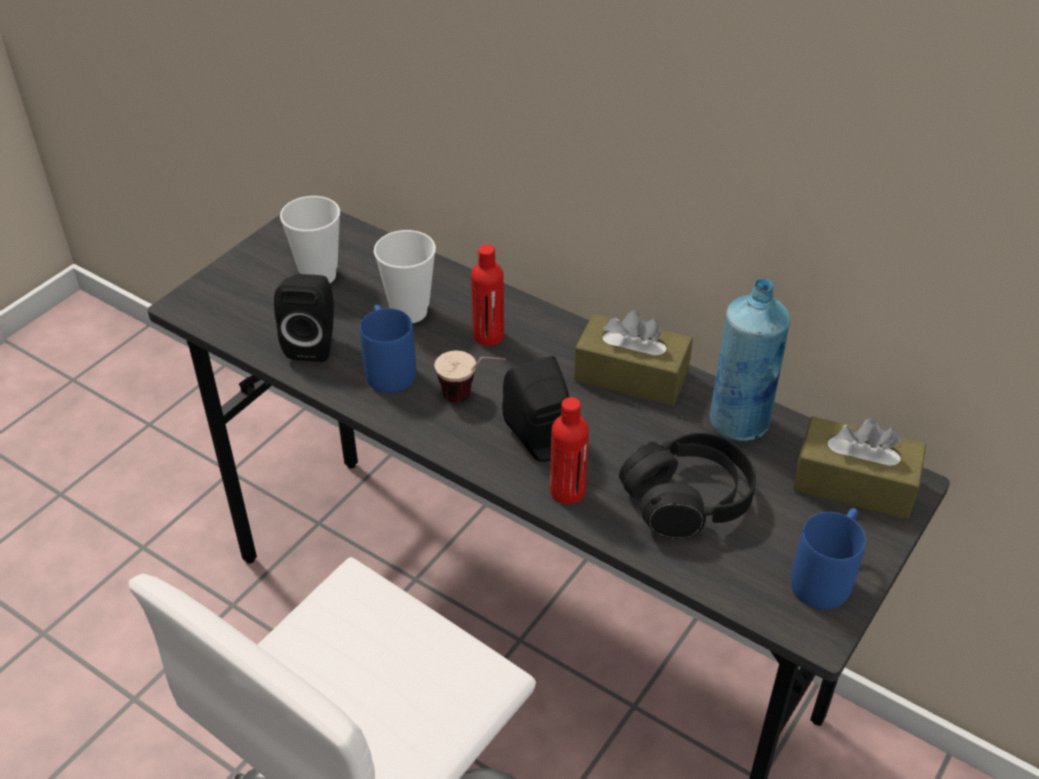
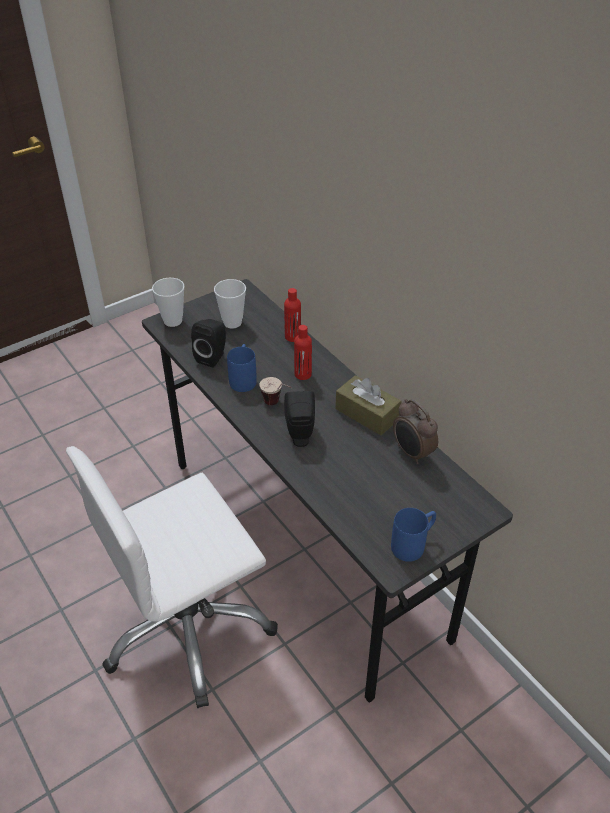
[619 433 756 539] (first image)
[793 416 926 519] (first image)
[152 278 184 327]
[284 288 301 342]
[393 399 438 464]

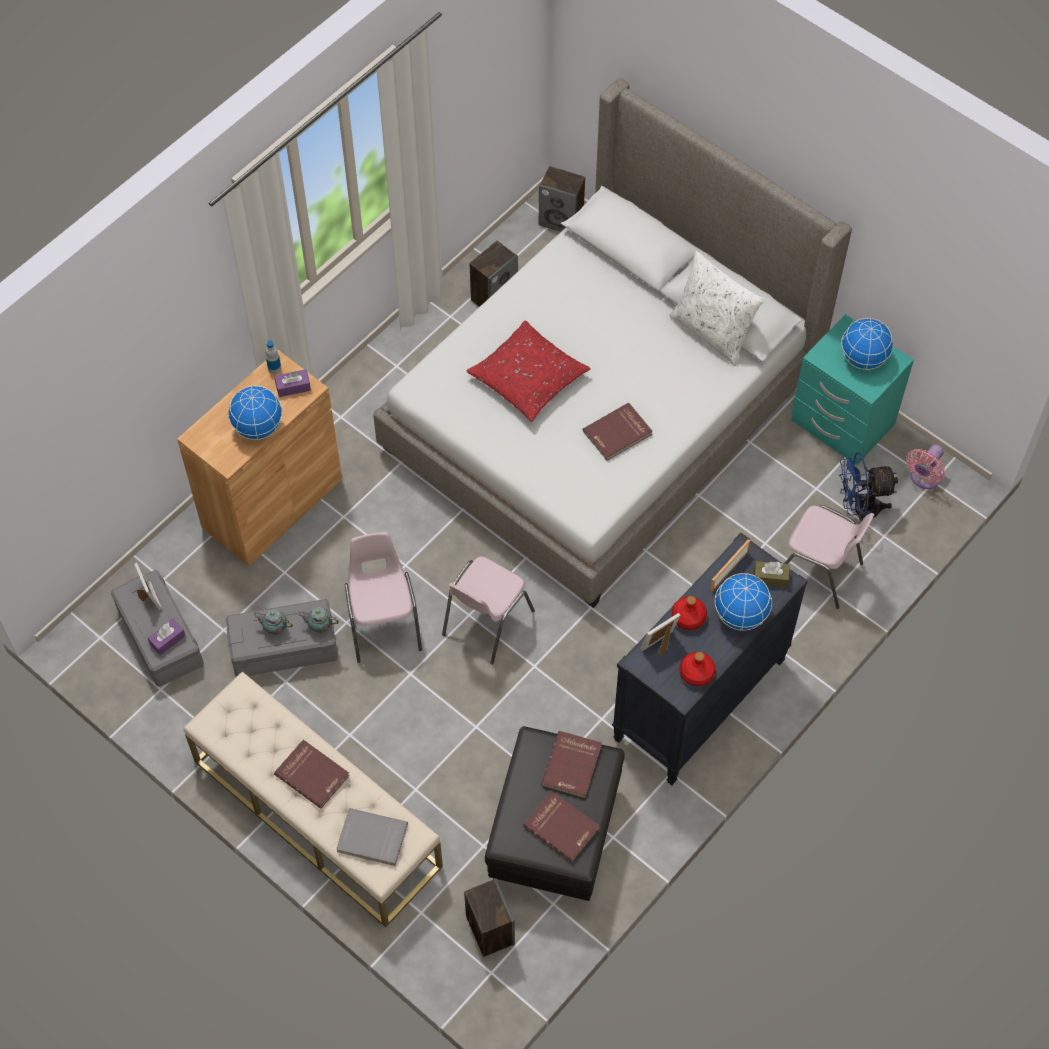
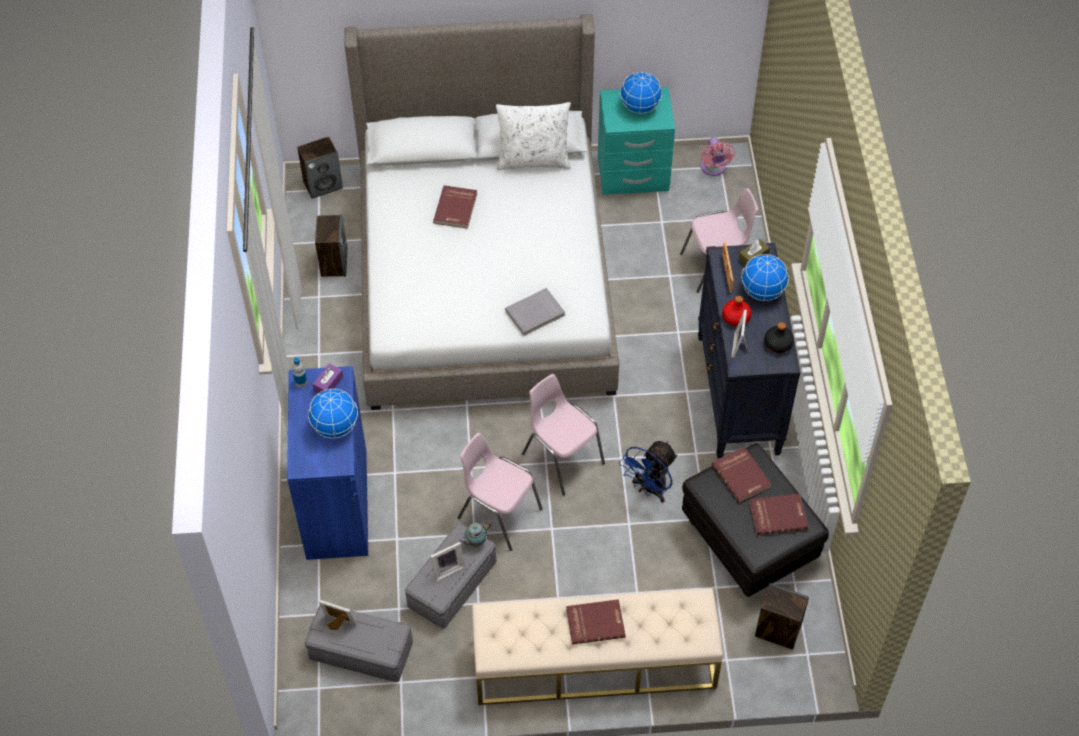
[148 619 185 655] (first image)
[467 321 590 422] (first image)
[505 288 565 336]
[433 185 477 229]
[619 441 677 503]
[430 542 465 581]
[287 366 368 560]
[764 322 794 353]
[522 374 605 496]

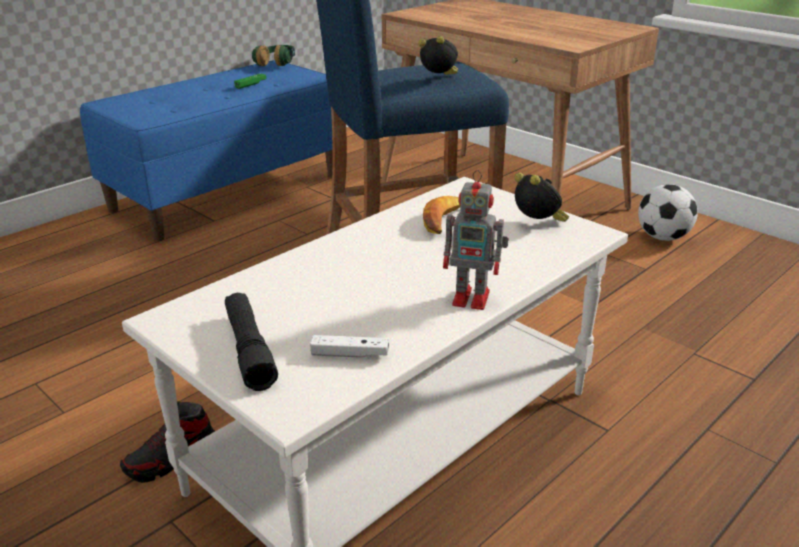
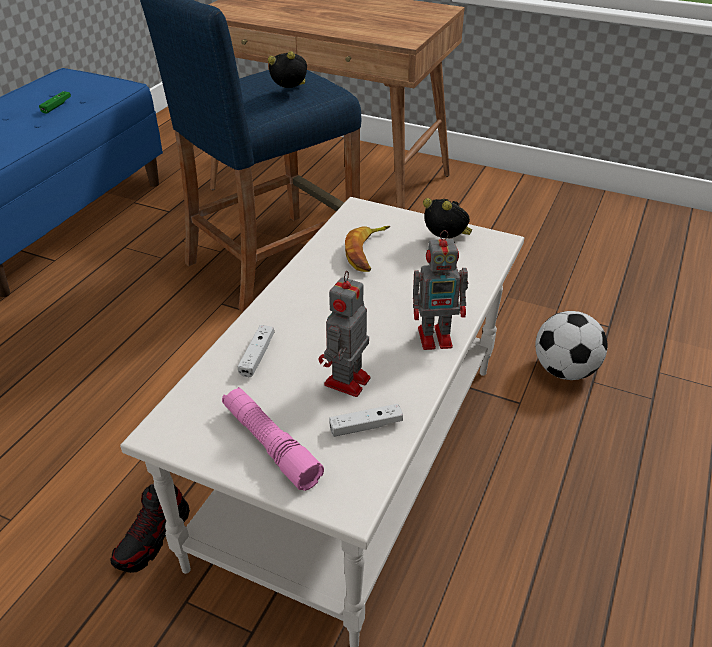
[252 45 295 66] (first image)
[238 325 274 377]
[319 271 370 397]
[535 311 607 380]
[222 387 324 491]

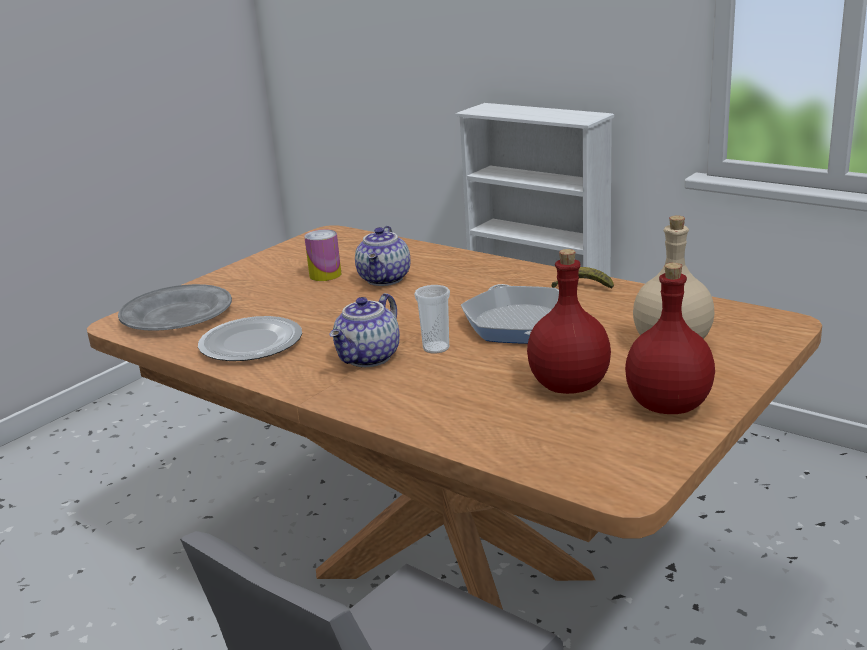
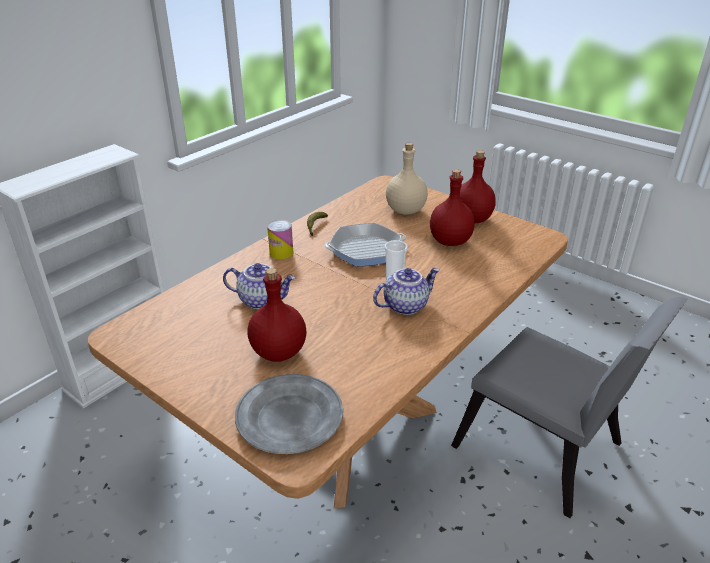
[198 316 302 361] (first image)
[248 268 306 362]
[267 220 293 259]
[373 268 440 315]

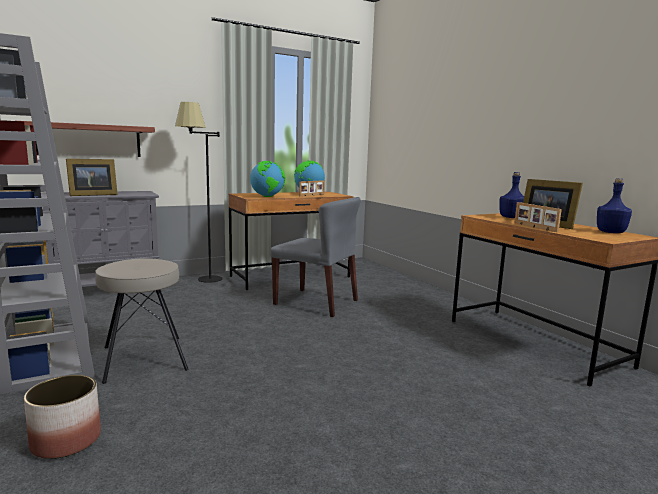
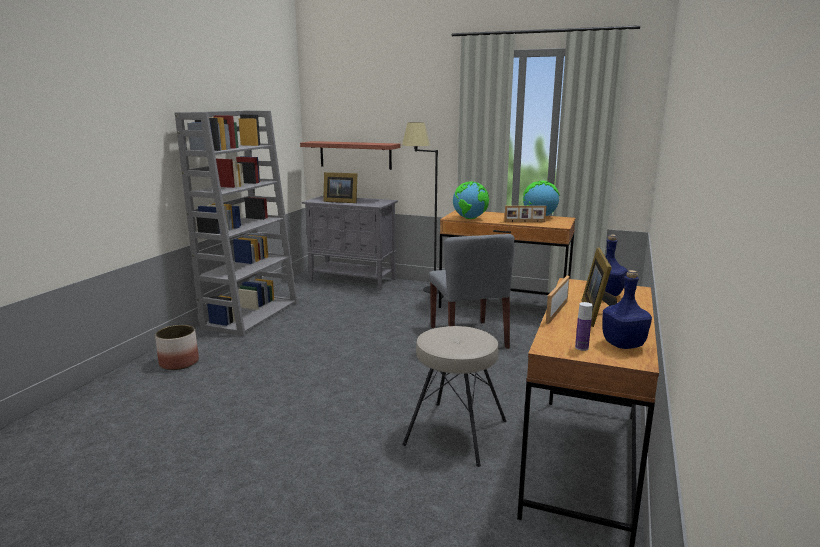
[575 302 593 351]
[402 326 507 467]

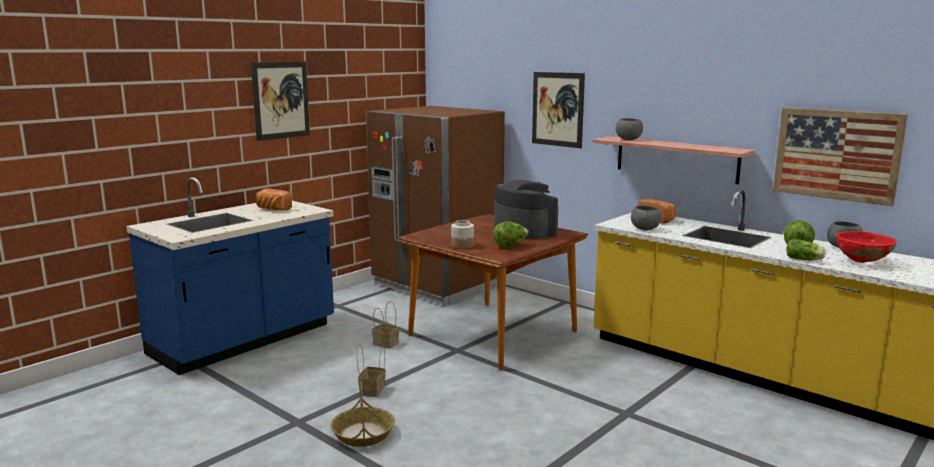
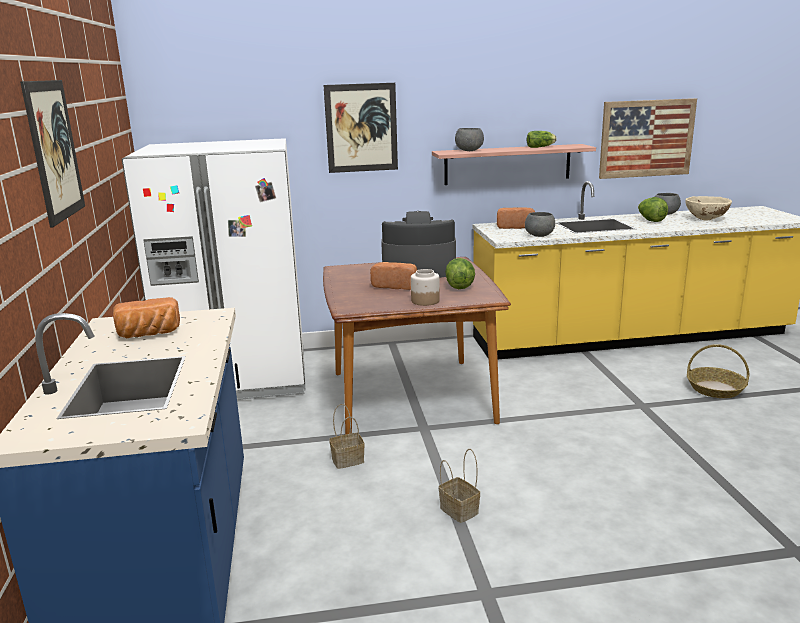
[370 262 417 290]
[687 344 749 398]
[527 131 557 148]
[122 138 305 400]
[685 196 732 221]

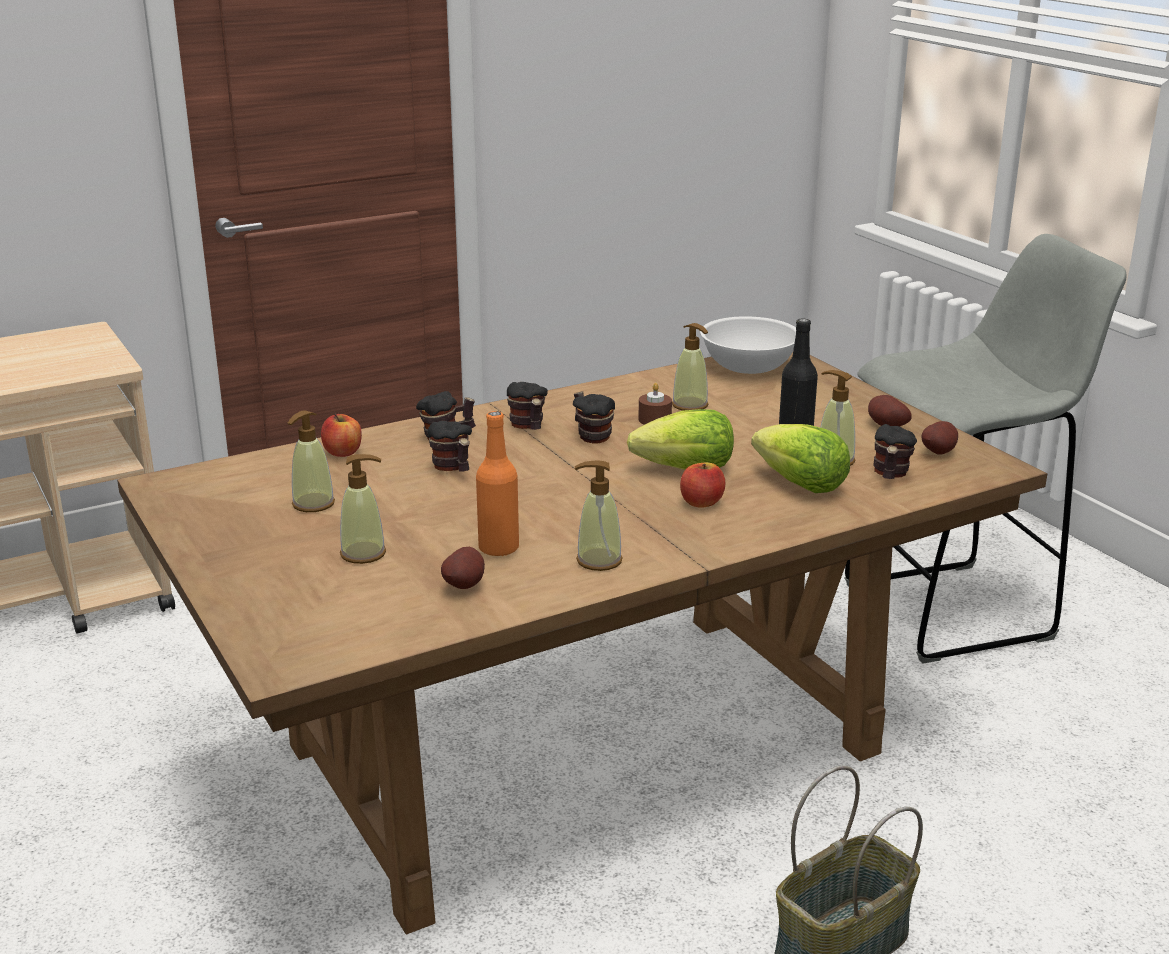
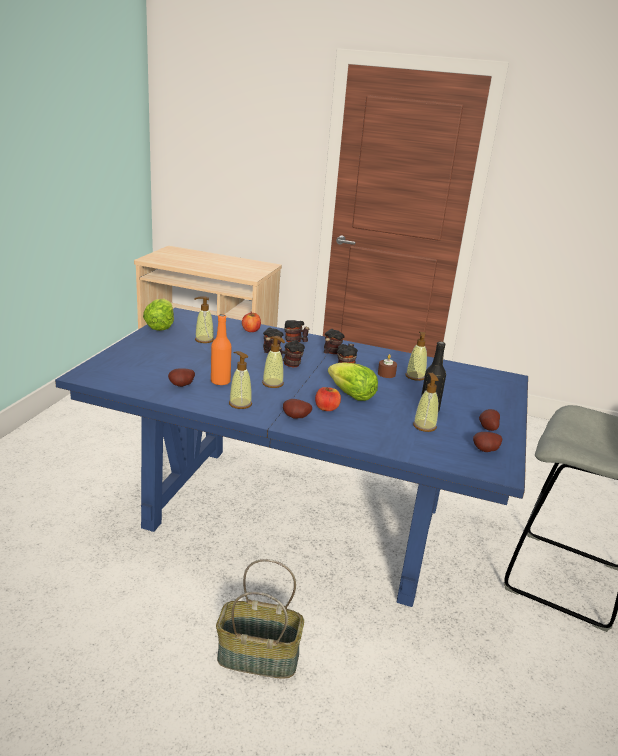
[700 316 796 374] (first image)
[283 399 312 419]
[262 336 285 388]
[143 298 174 331]
[279 340 305 367]
[55 308 528 607]

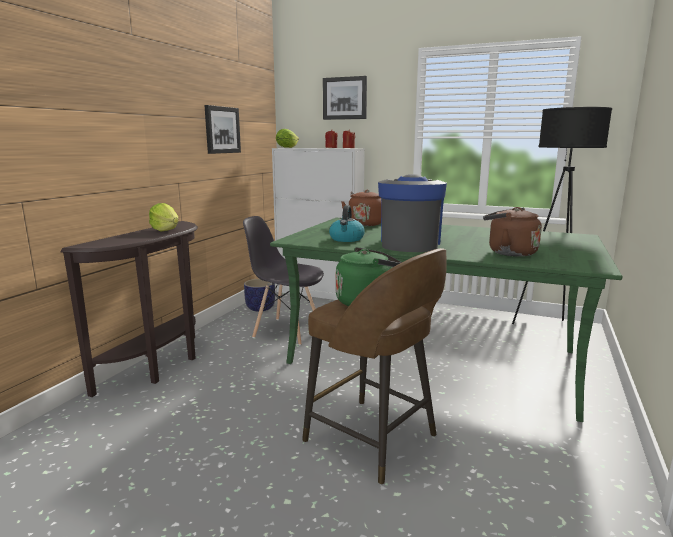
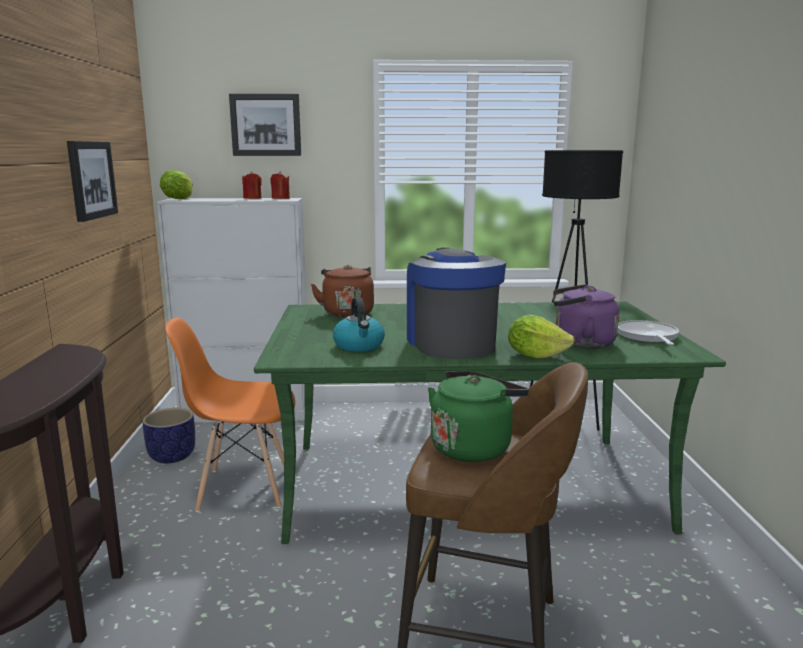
[618 320 679 345]
[508 315 575 359]
[165 317 295 512]
[553 284 619 349]

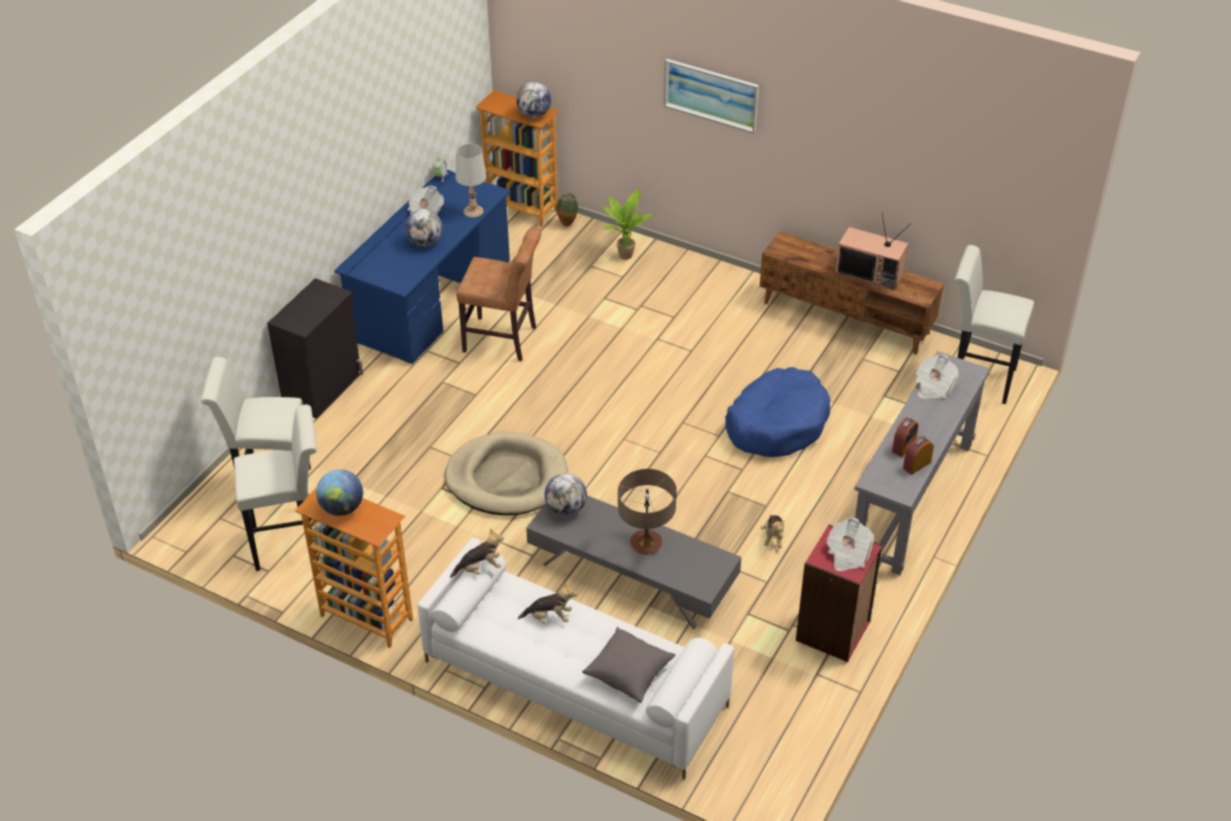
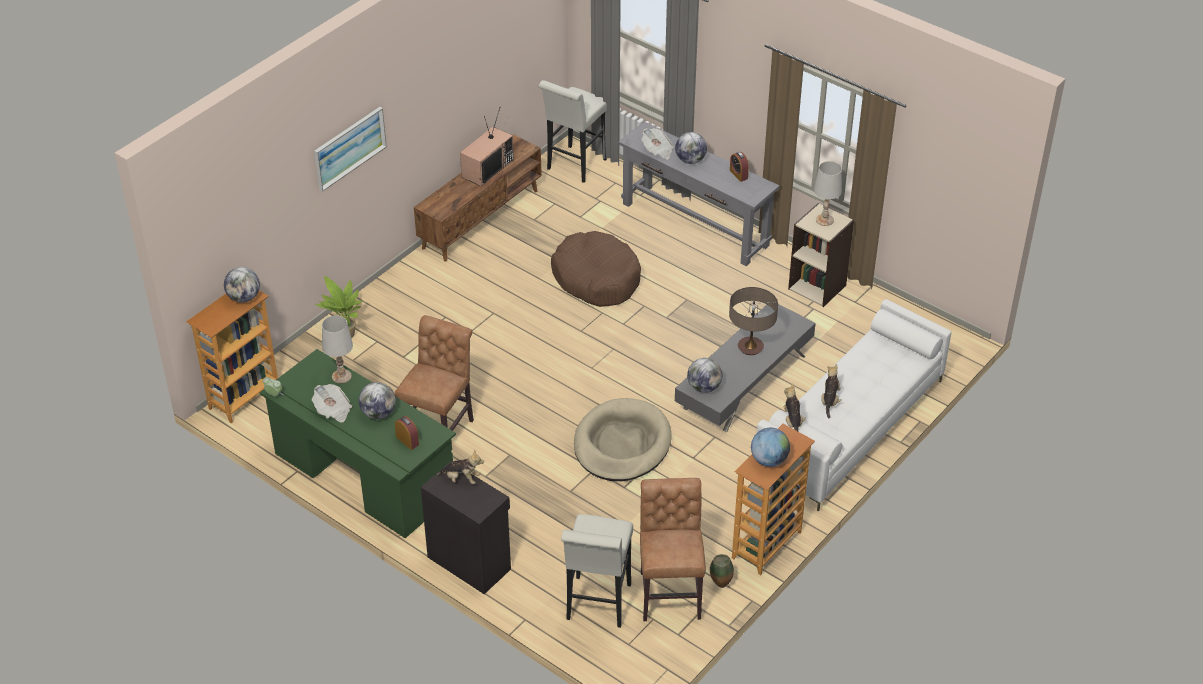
[582 627 676 703] (first image)
[675 132 707 164]
[710 554 734 588]
[435 450 484 484]
[395 416 419 450]
[640 478 706 621]
[814 161 842 226]
[260 349 456 538]
[551 231 641 307]
[788 203 854 307]

